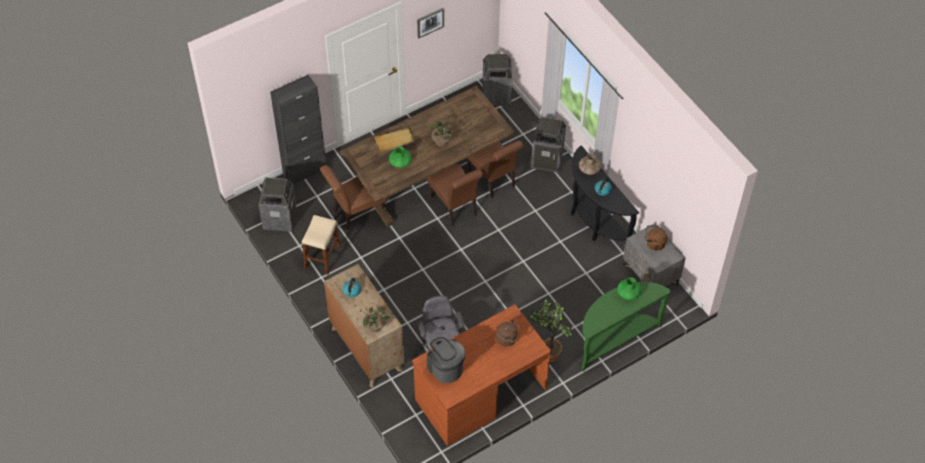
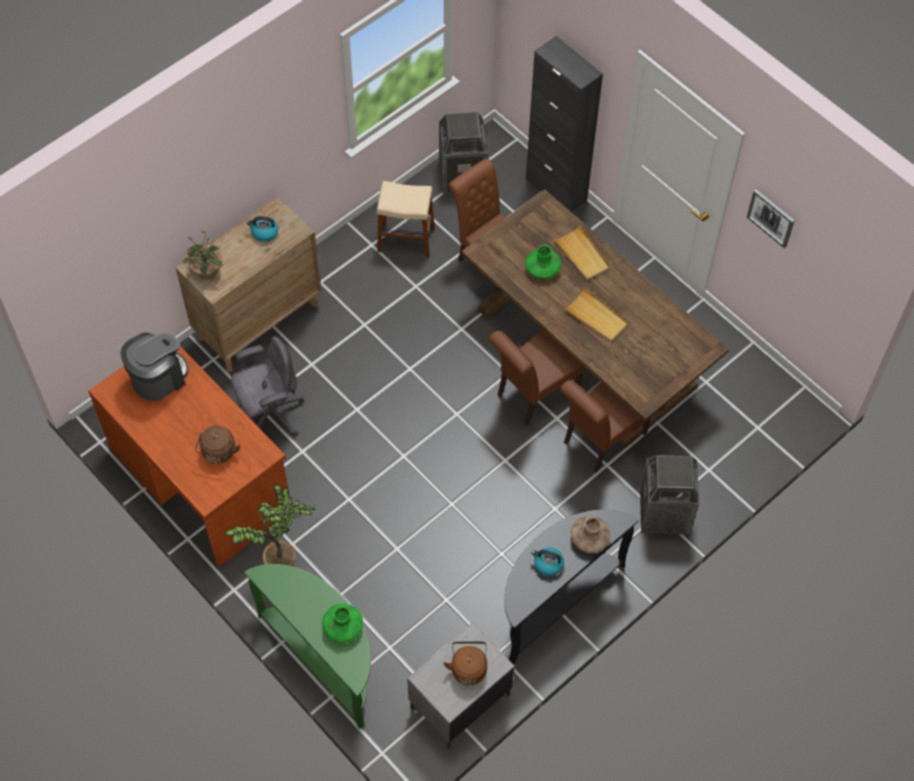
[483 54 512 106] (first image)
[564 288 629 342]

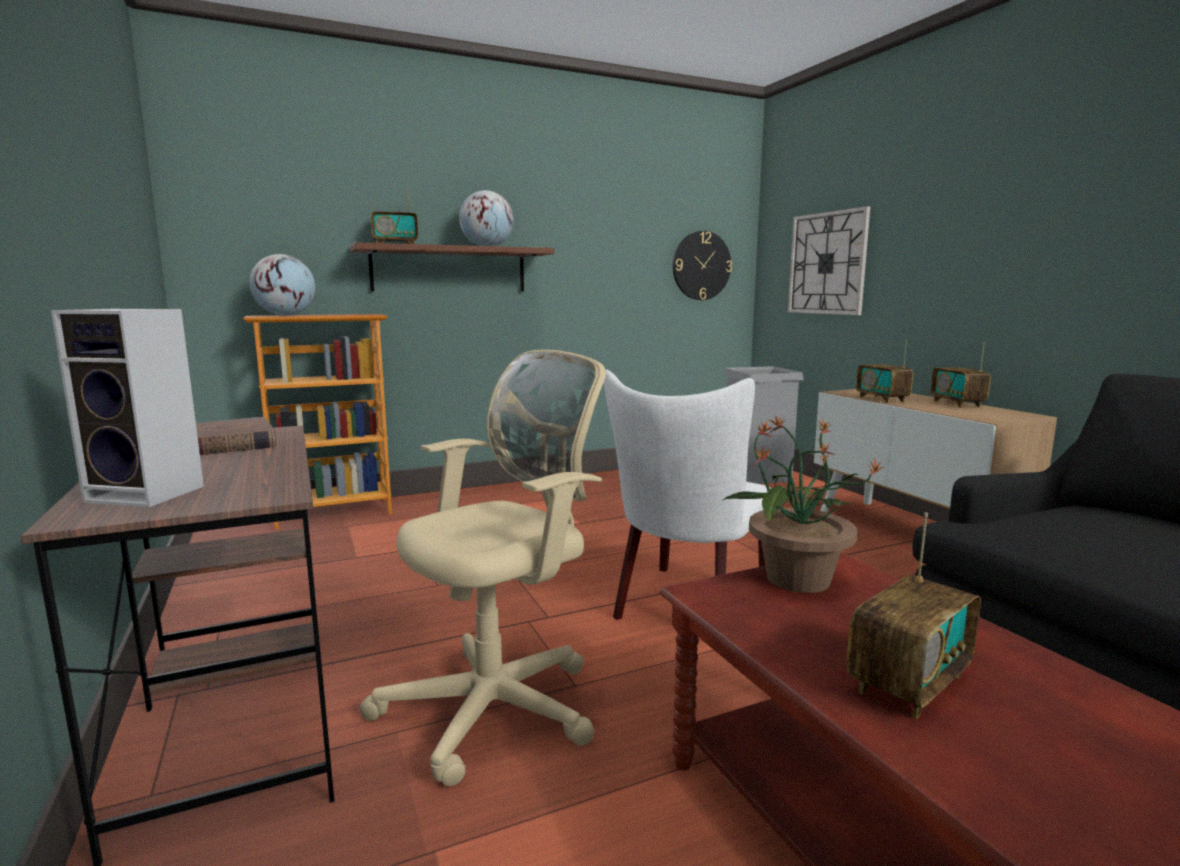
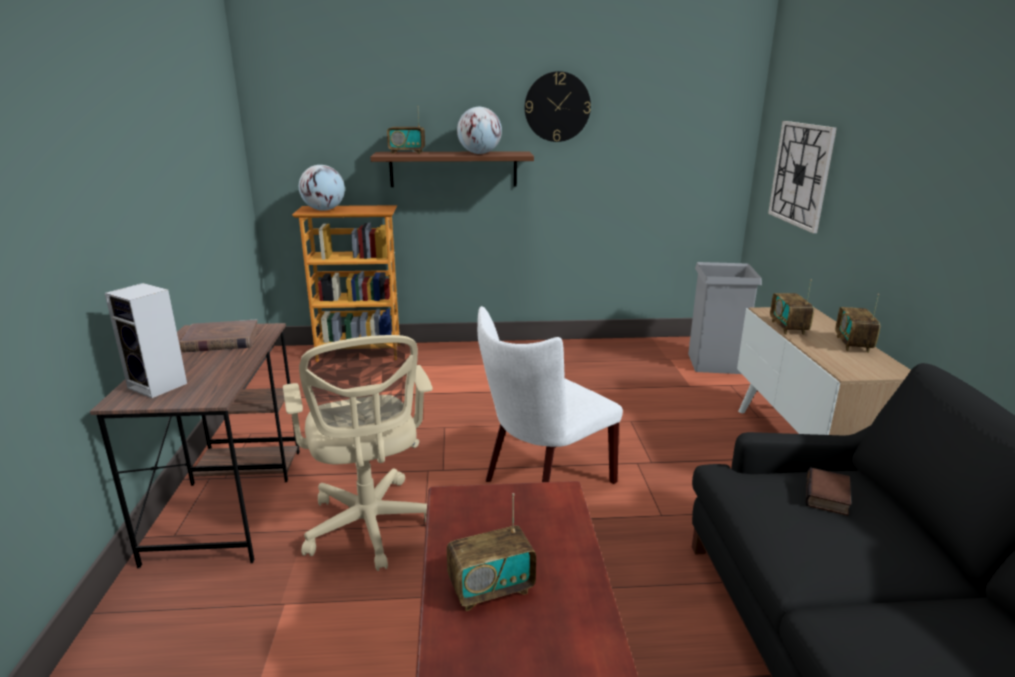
[723 416 884 593] (first image)
[805 467 851 516]
[525 71 591 142]
[283 335 433 571]

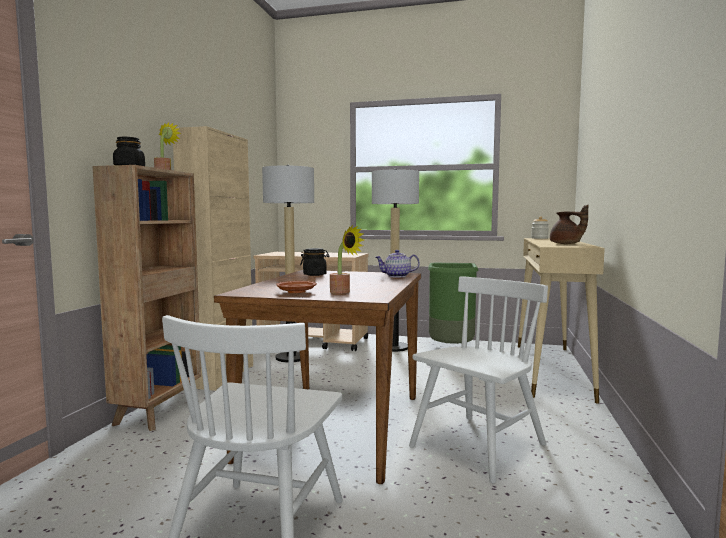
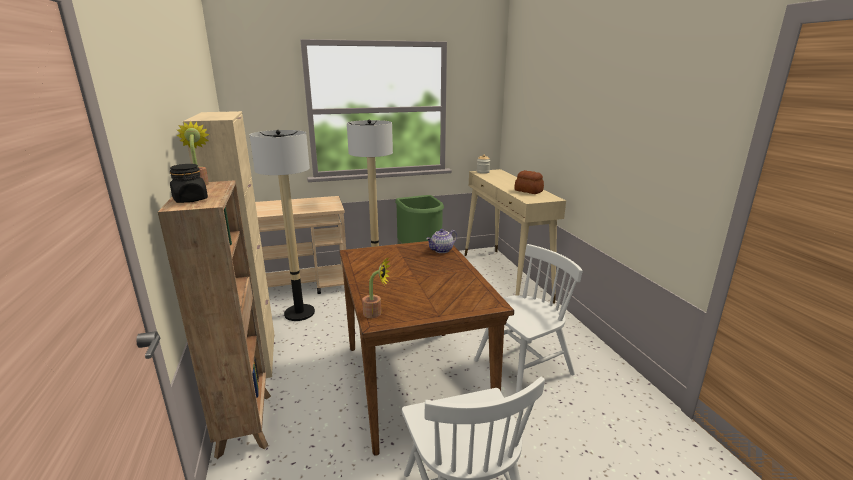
[276 281 317 293] (first image)
[300 248 330 276] (first image)
[362 258 391 318]
[514 170 544 194]
[474 244 583 393]

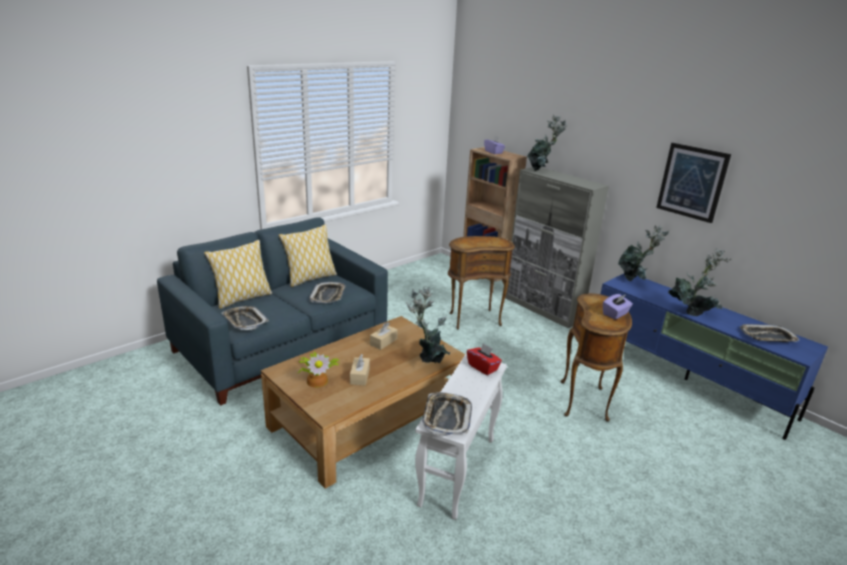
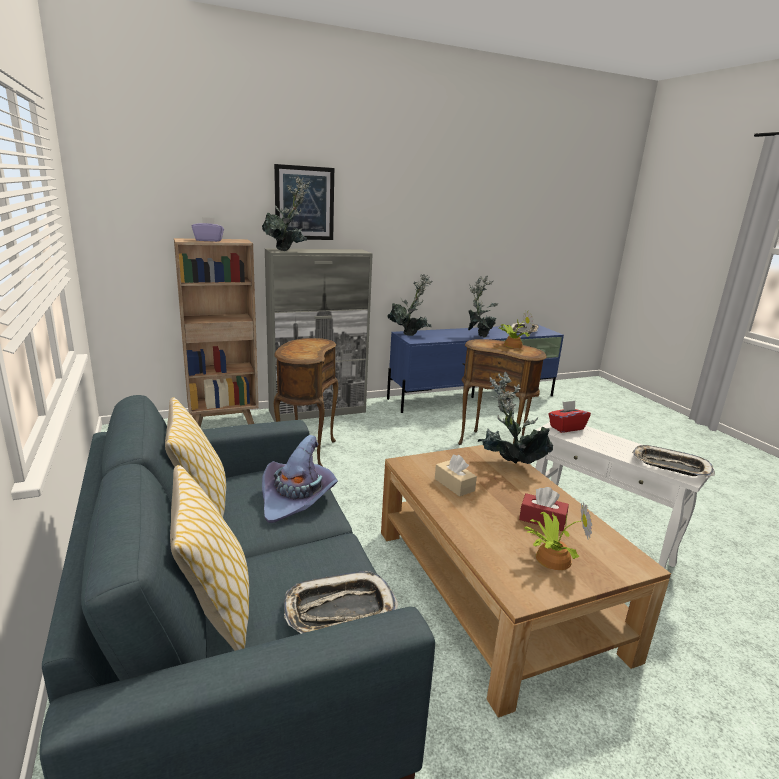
[274 164 334 240]
[262 435 338 523]
[498 311 534 348]
[519 487 569 531]

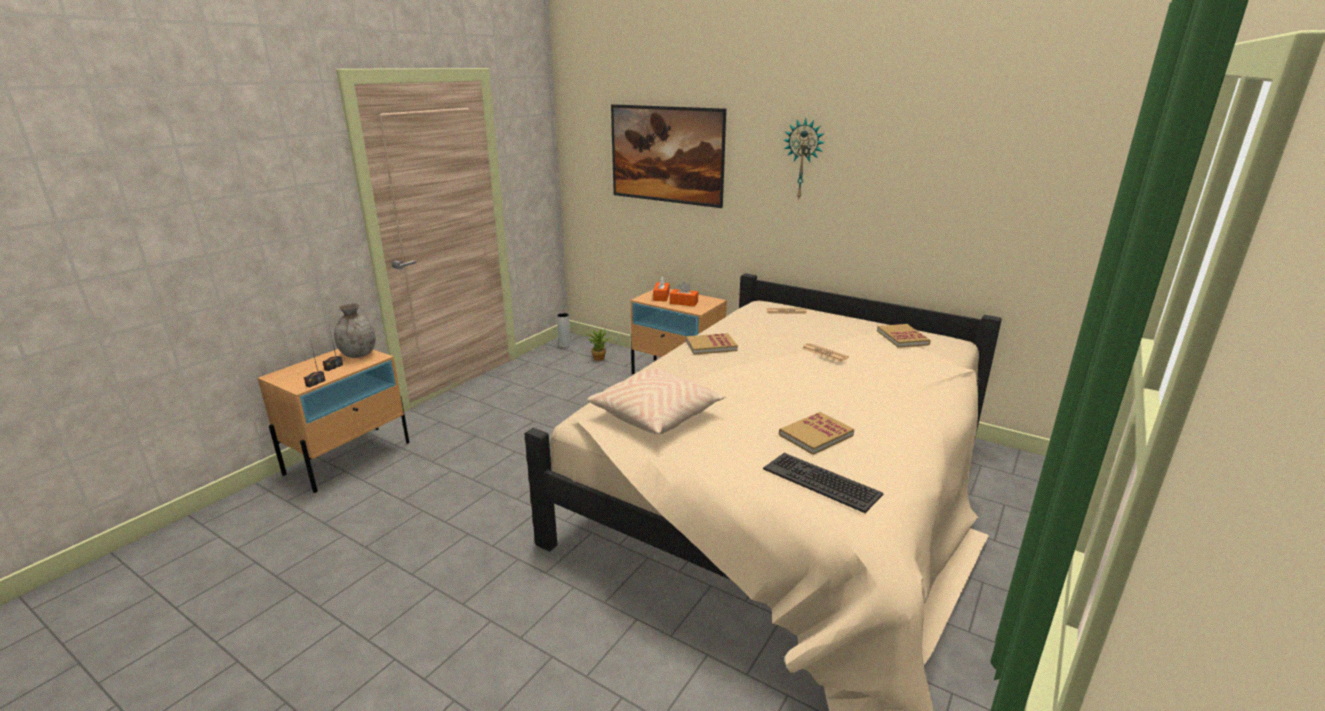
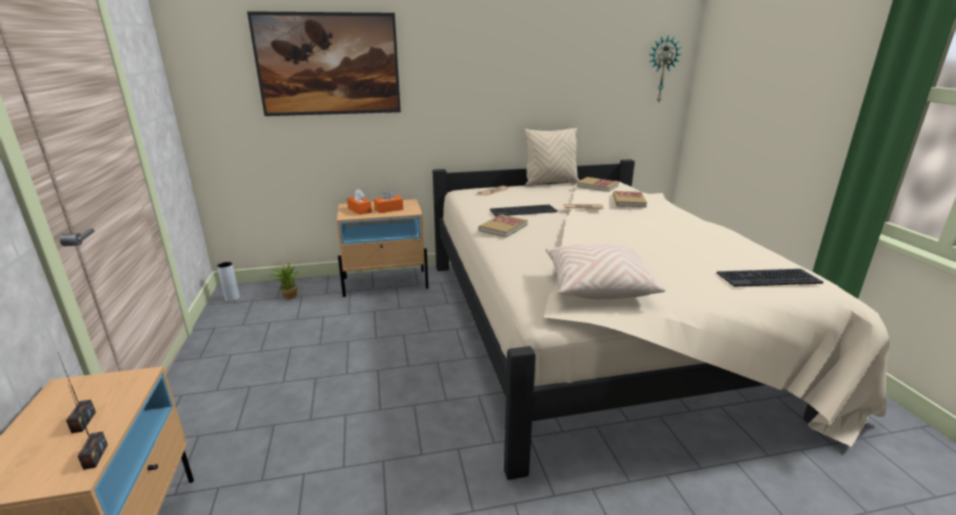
[334 303 376 358] (first image)
[490 204 558 217]
[524 128 580 187]
[613 191 647 207]
[649 35 682 103]

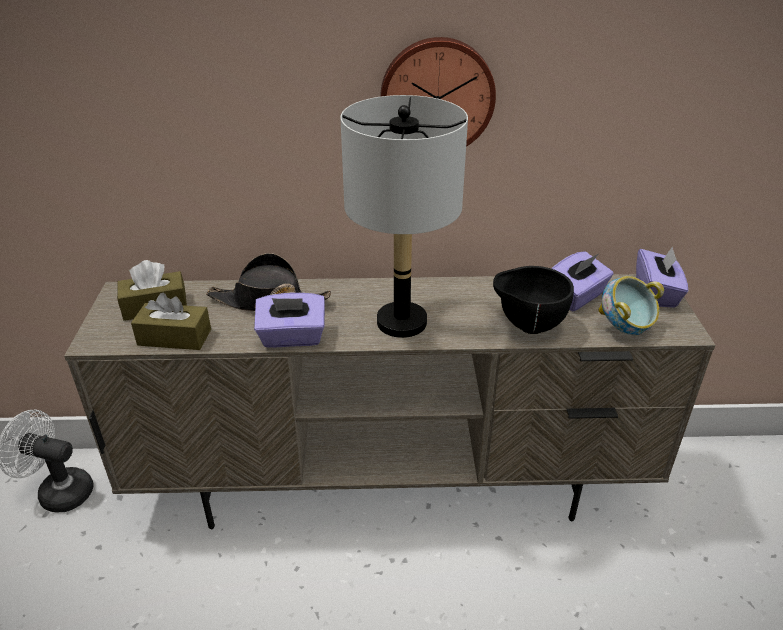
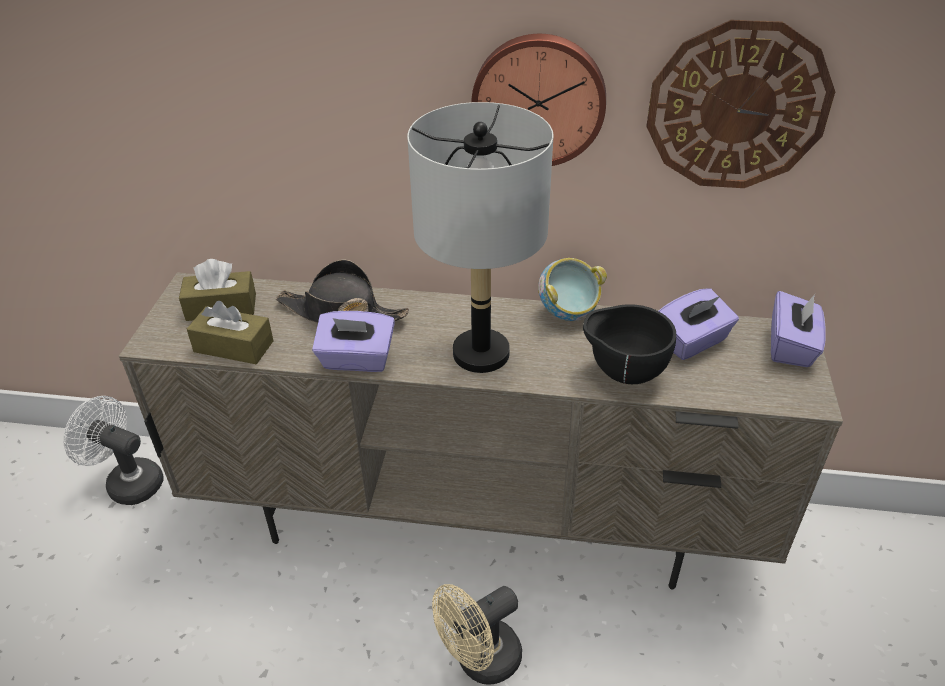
[432 584 522 685]
[647 20 835 188]
[538 258 607 321]

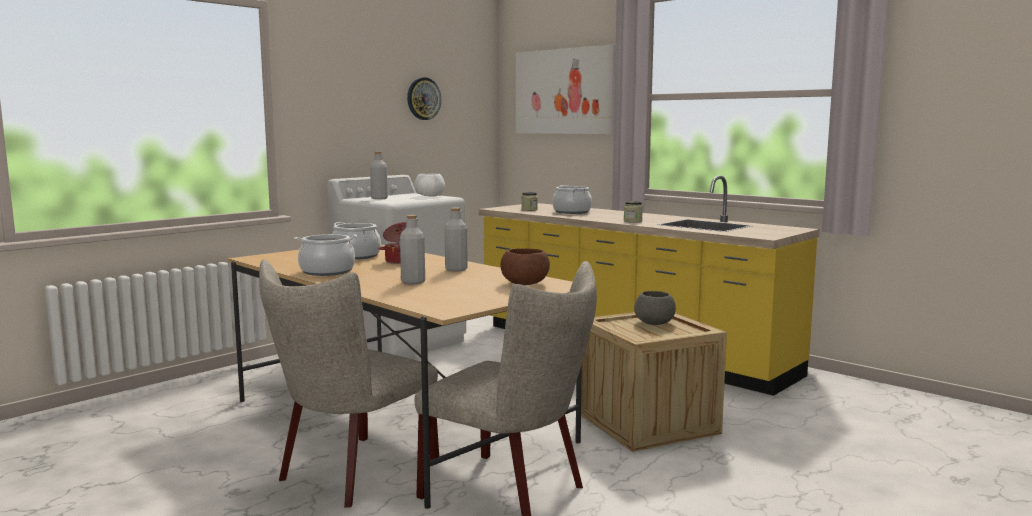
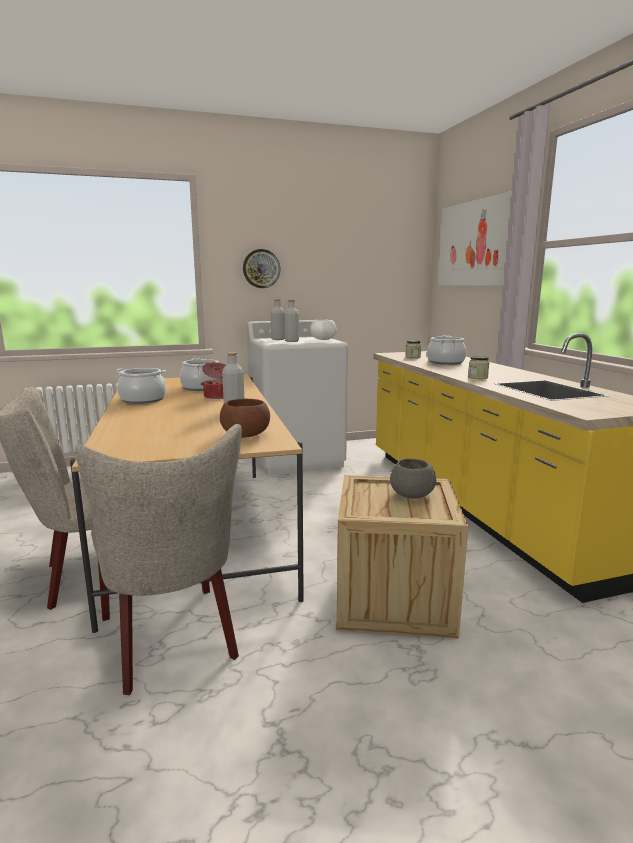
[284 300 299 342]
[243 249 280 288]

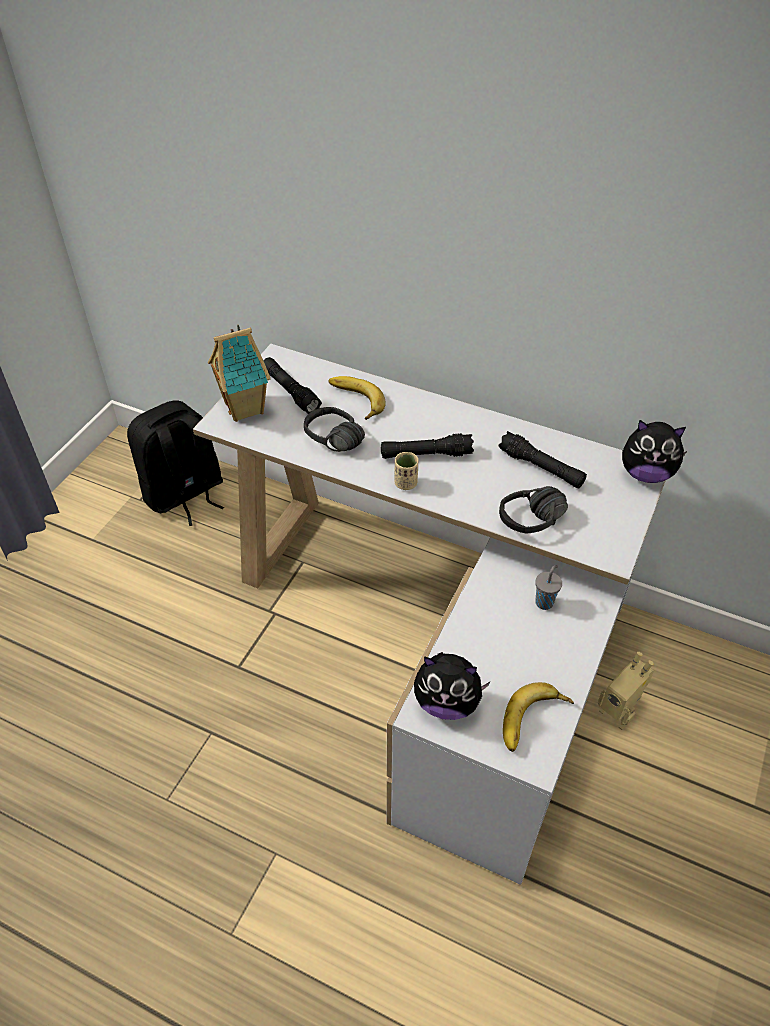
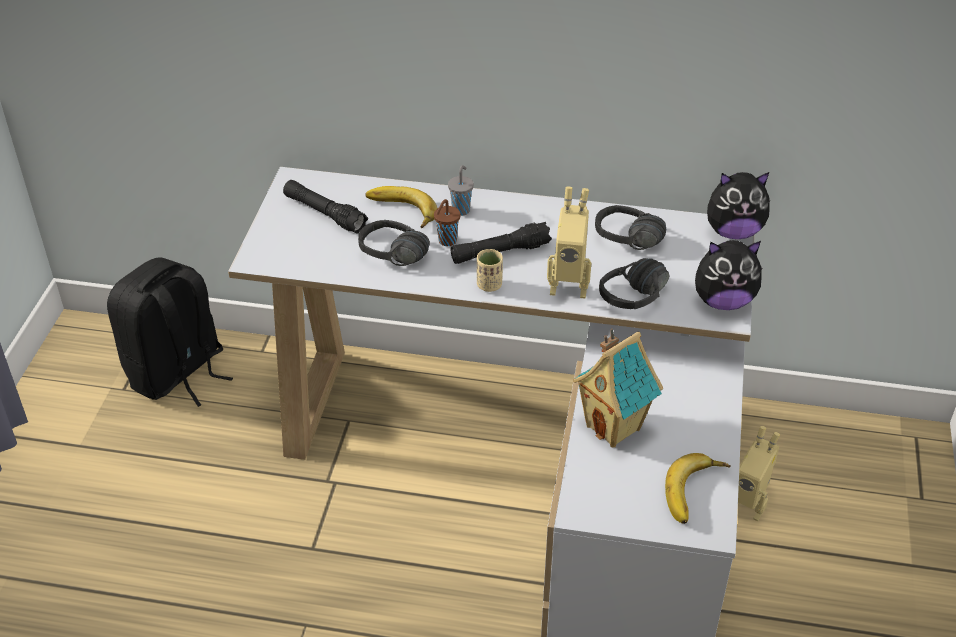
[434 199 461 246]
[547 187 591 298]
[573 329 663 447]
[695 240 762 310]
[448 165 474 216]
[595 205 666 250]

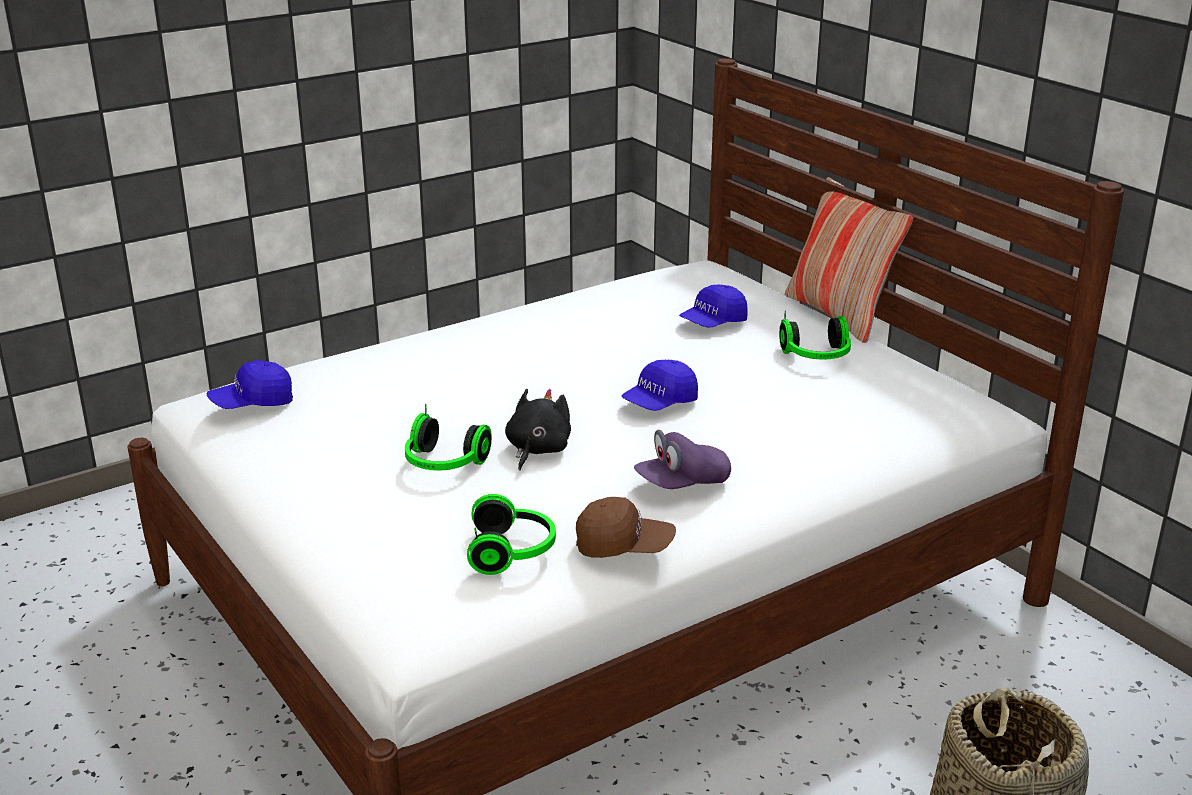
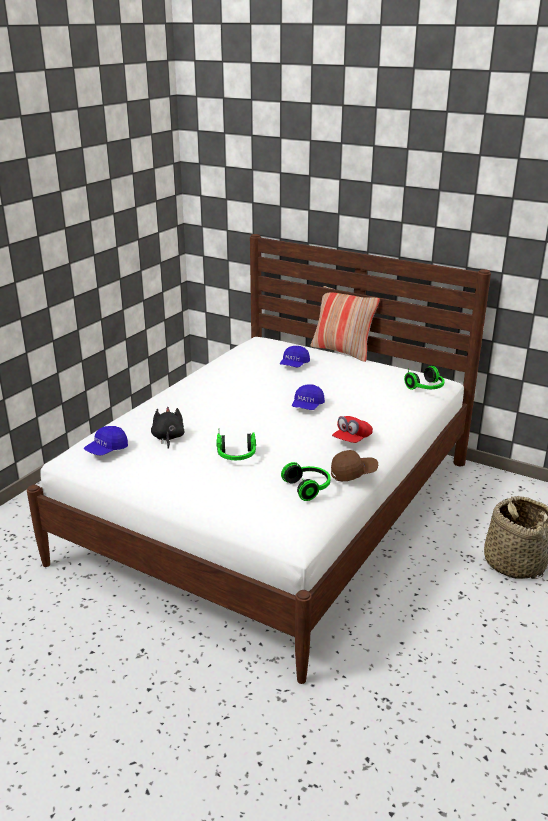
[151 407 185 449]
[404 366 444 390]
[332 416 373 443]

